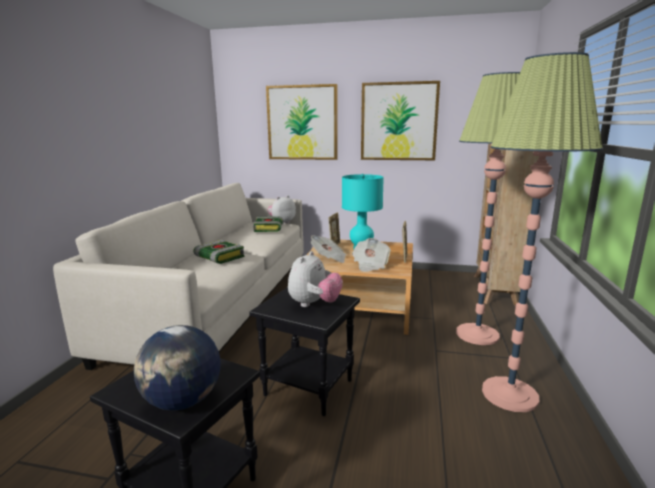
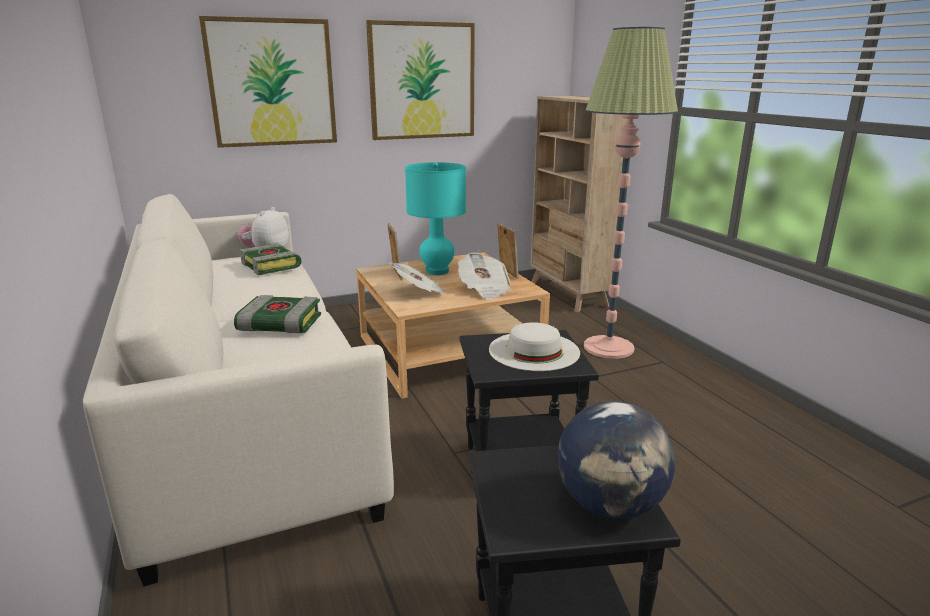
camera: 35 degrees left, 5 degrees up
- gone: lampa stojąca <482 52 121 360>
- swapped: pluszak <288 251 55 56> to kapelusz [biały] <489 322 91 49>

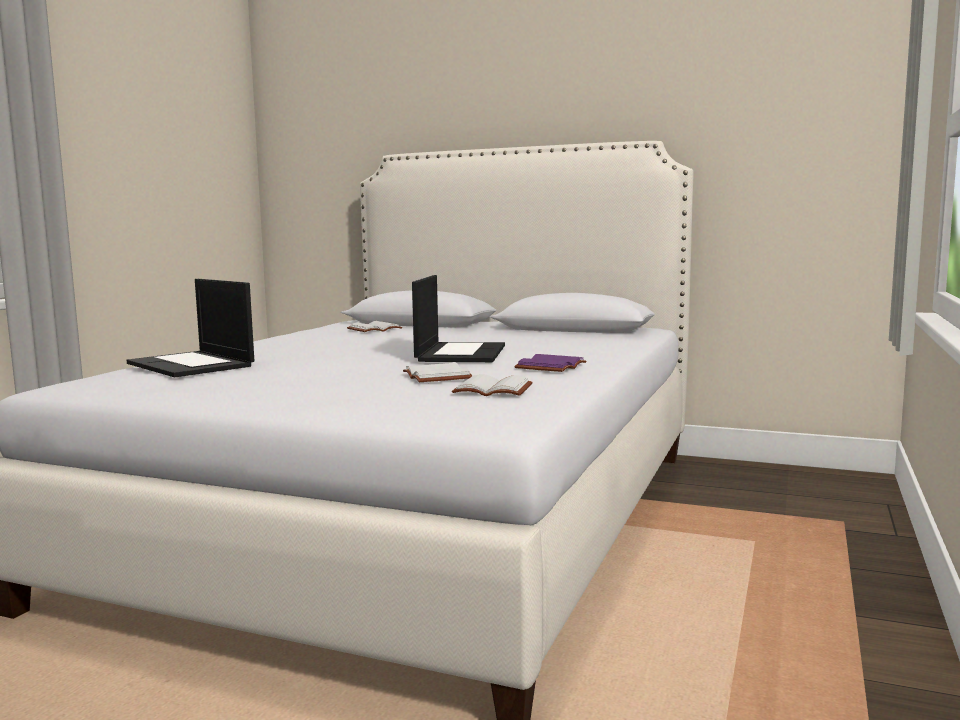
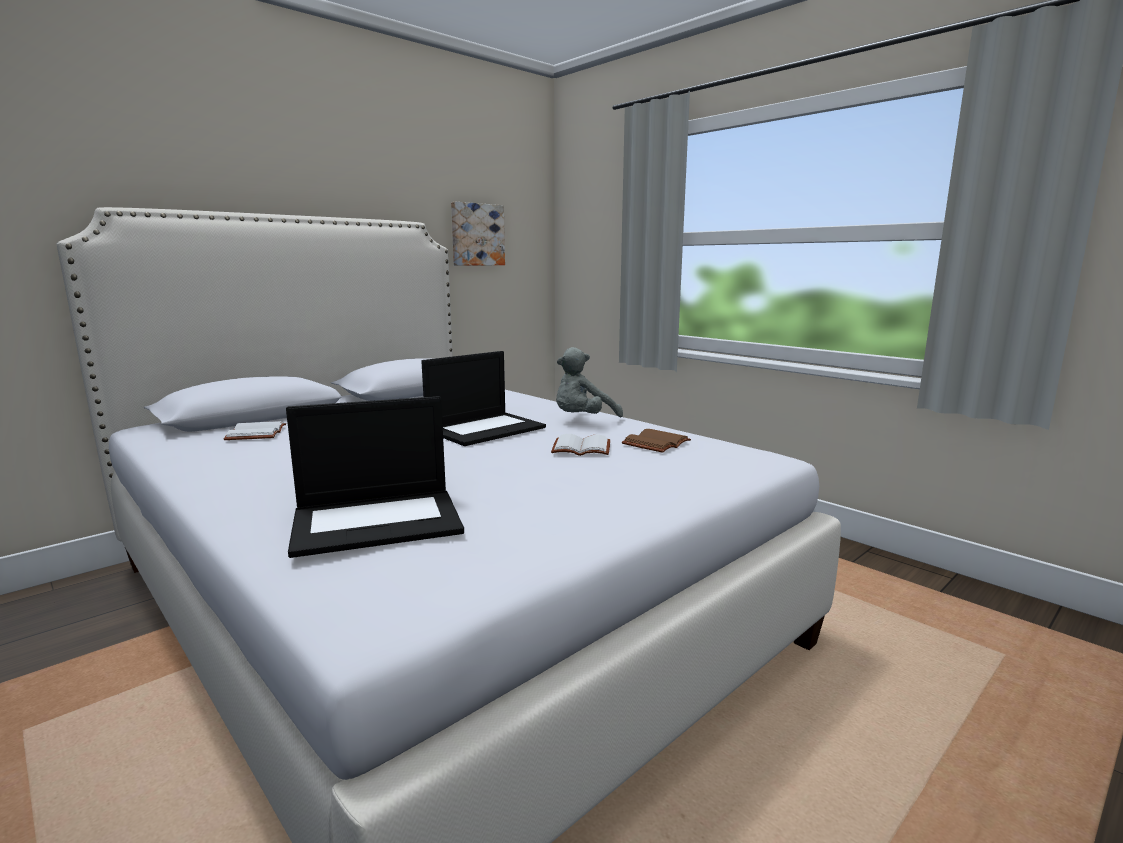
camera: 65 degrees left, 5 degrees up
- new: obraz <451 202 54 64>
- swapped: książka [fioletowy] <514 354 72 18> to pluszak [szary] <556 347 67 71>
- repainted: książka [biały] <452 374 81 22> to książka [brązowy] <622 429 69 24>
- rotated: laptop <412 275 93 87> = <421 351 125 95> 105 degrees clockwise

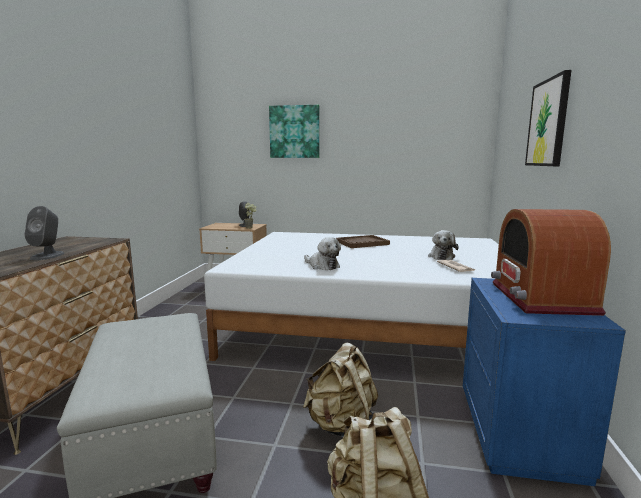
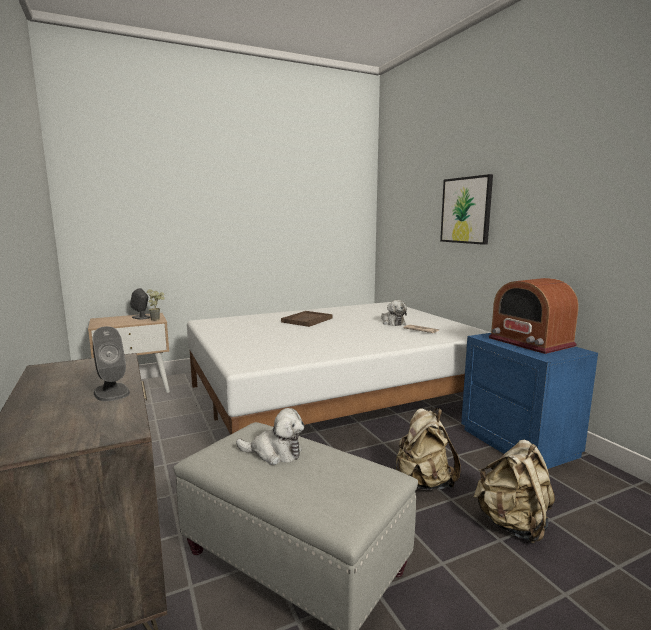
camera: 35 degrees left, 0 degrees up
- gone: obraz <269 105 51 53>
- shifted: pluszak <304 237 37 33> to <236 408 68 57>

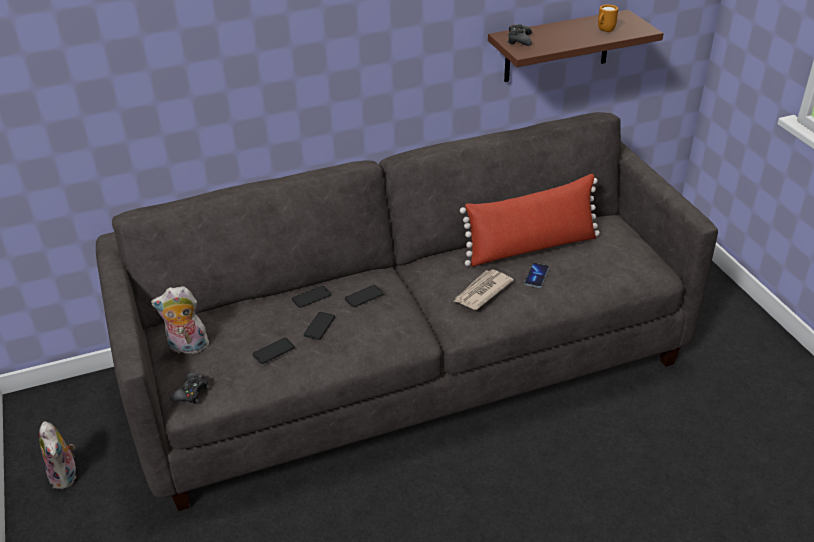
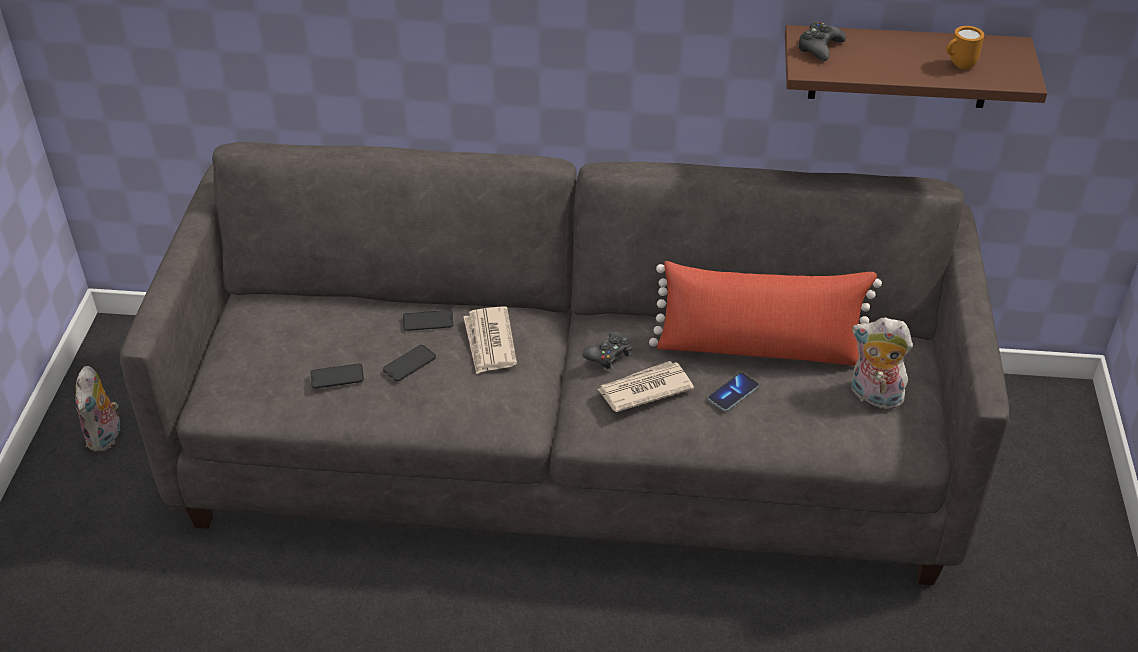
camera: 25 degrees right, 5 degrees up
- shifted: pluszak <151 286 58 68> to <852 317 61 92>
- shifted: pad do gier [czarny] <170 372 39 31> to <582 331 50 39>
- swapped: telefon <345 285 39 22> to gazeta <463 306 54 68>

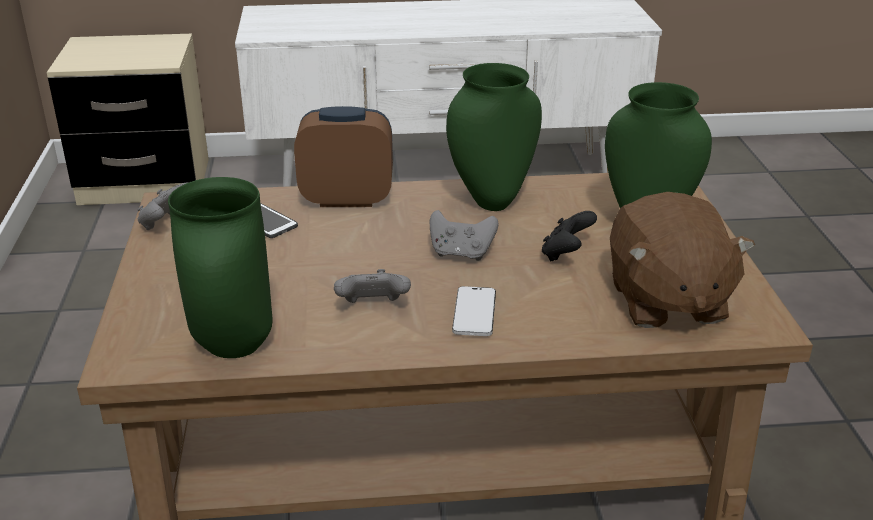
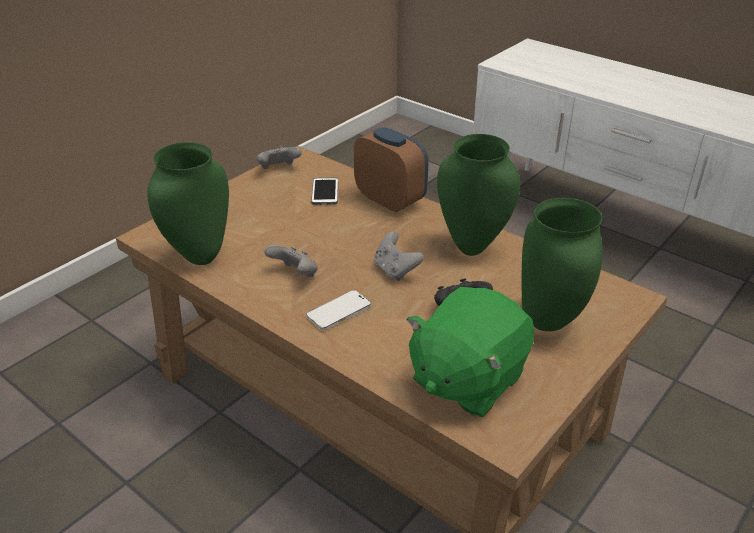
camera: 45 degrees right, 5 degrees up
- gone: szafka nocna [beżowy] <47 34 162 171>
- repainted: pluszak [brązowy] <610 192 145 136> to pluszak [zielony] <406 287 128 130>

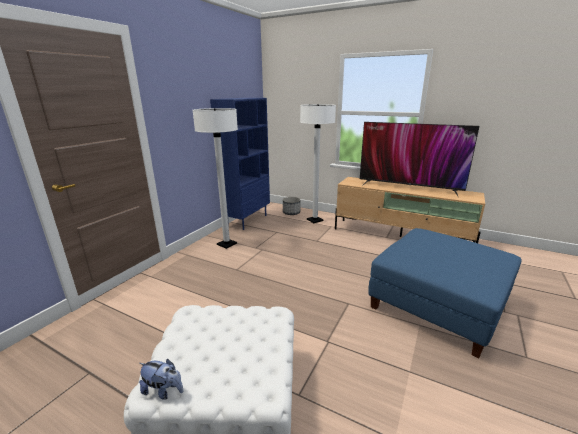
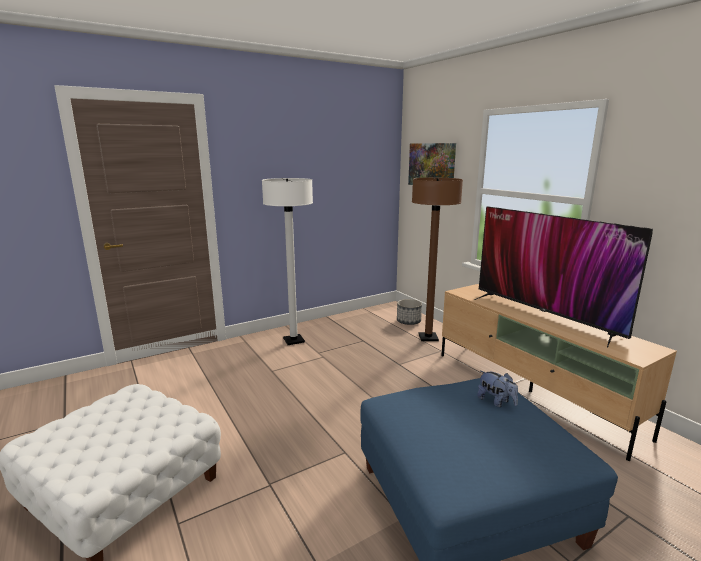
camera: 30 degrees right, 5 degrees down
- gone: regał [niebieski] <210 98 60 132>
- new: obraz <408 143 48 42>
- shifted: pluszak <139 359 44 41> to <477 371 41 36>
- repainted: lampa stojąca [biały] <300 104 36 119> to lampa stojąca [brązowy] <412 178 51 163>

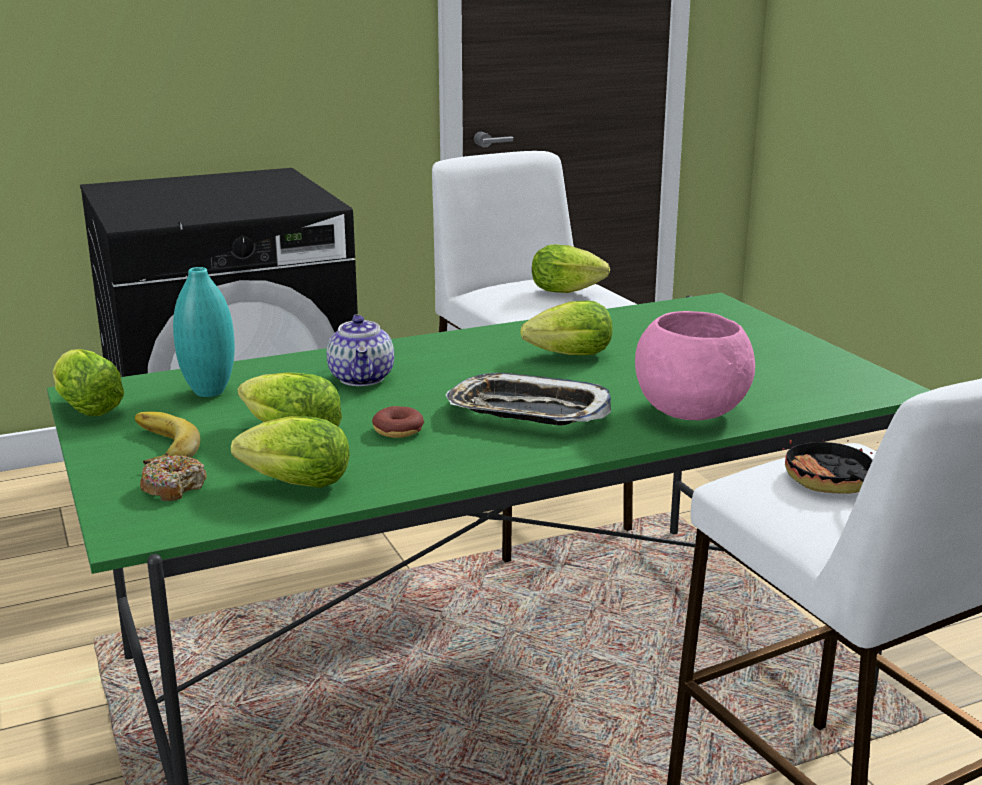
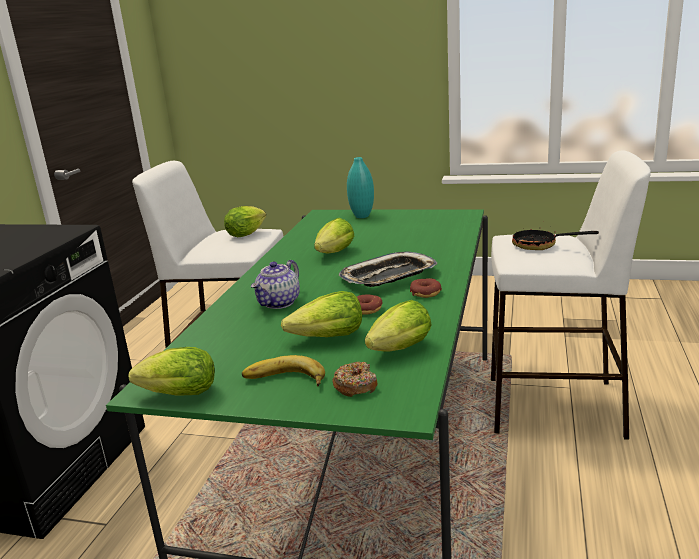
camera: 50 degrees left, 0 degrees up
- gone: miska [różowy] <635 311 120 109>
- new: donut <410 278 32 20>
- shifted: wazon [turkusowy] <173 267 62 130> to <347 157 27 61>
- rotated: imbryk <326 314 68 72> = <251 260 49 49> 90 degrees clockwise

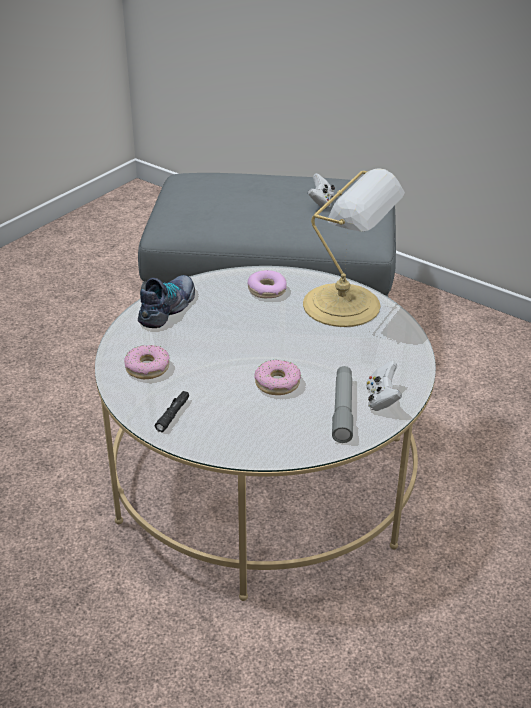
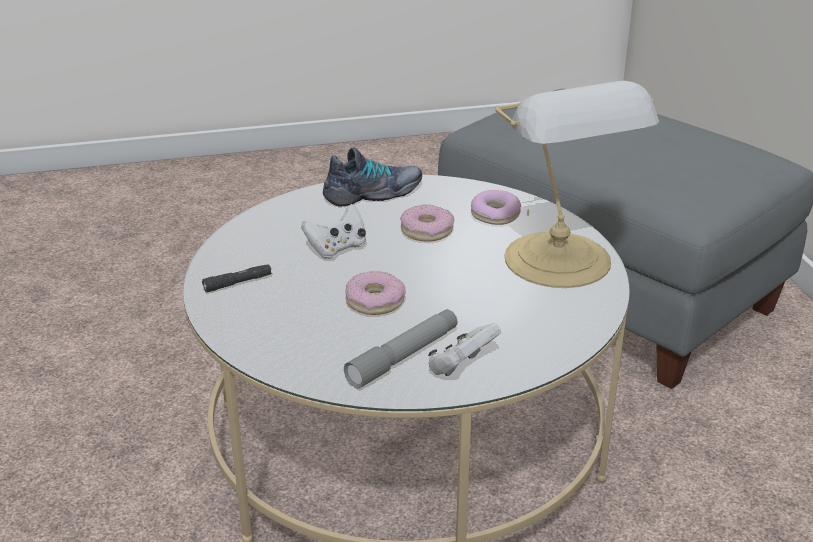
camera: 40 degrees right, 5 degrees down
- shifted: donut <124 345 46 34> to <400 205 54 37>
- shifted: pad do gier [biały] <308 173 27 36> to <301 204 65 55>

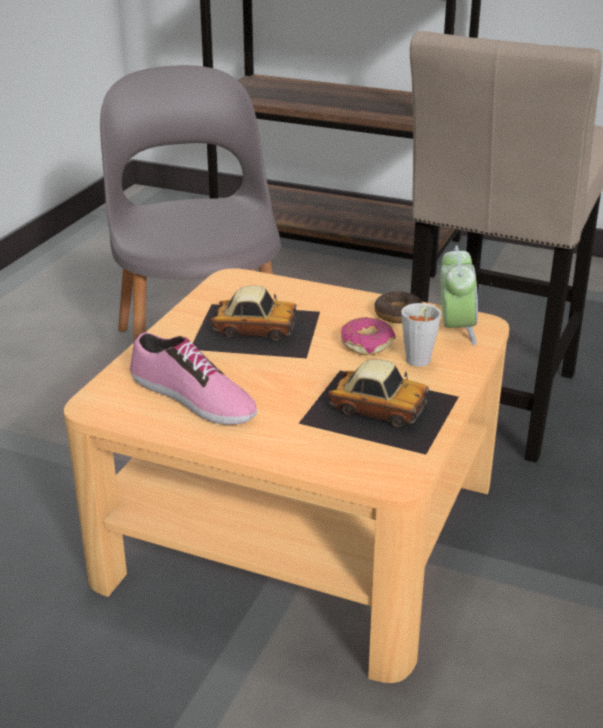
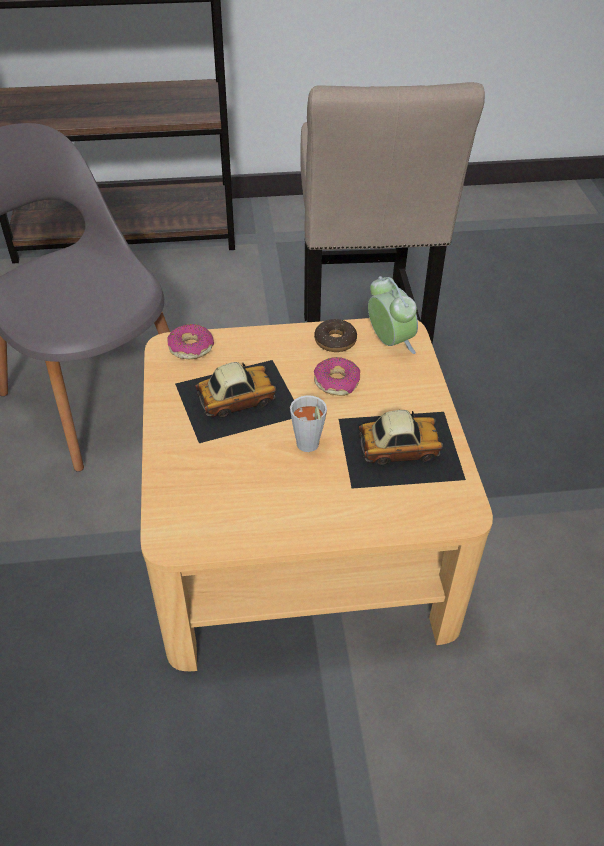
camera: 30 degrees left, 15 degrees up
- gone: but <130 332 127 93>
- new: donut <167 324 47 36>
- shifted: filiżanka [szary] <401 303 40 64> to <290 395 37 57>

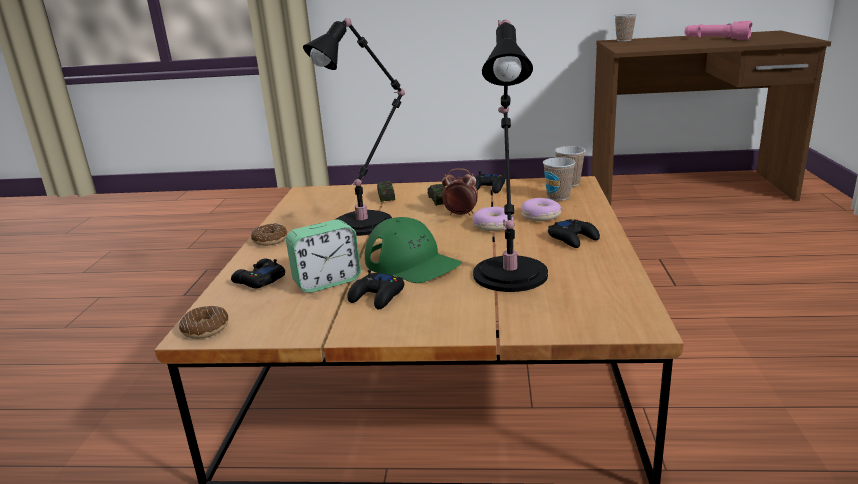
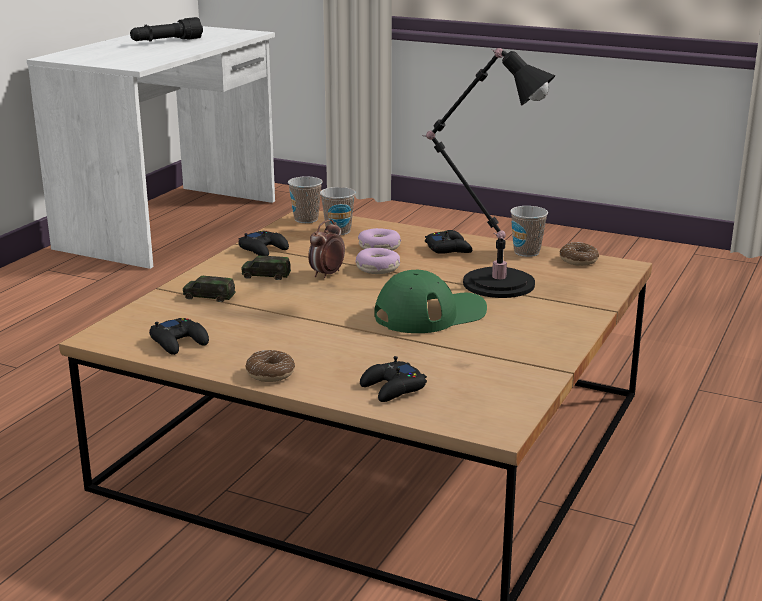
camera: 70 degrees left, 0 degrees up
- gone: budzik <286 219 75 74>
- gone: lampa stołowa [czarny] <303 18 102 218>
- shifted: donut <179 306 49 33> to <560 242 39 24>
- shifted: pad do gier [czarny] <347 269 57 40> to <149 318 60 37>
- shifted: filiżanka <615 14 22 28> to <510 206 38 51>
- repainted: biurko [brązowy] <592 31 239 175> to biurko [biały] <27 26 248 243>
- repainted: latarka [różowy] <685 21 67 19> to latarka [czarny] <130 17 73 25>

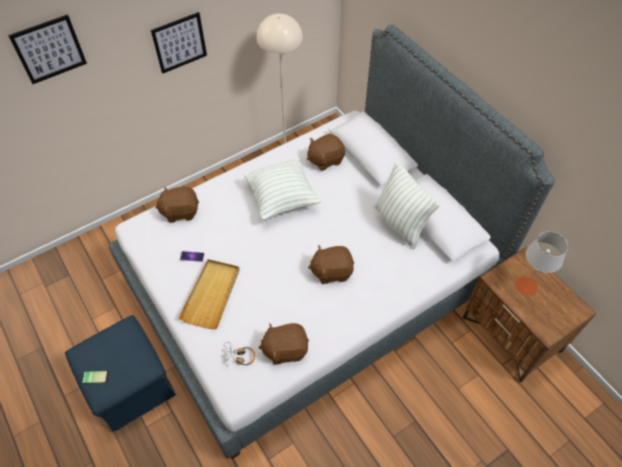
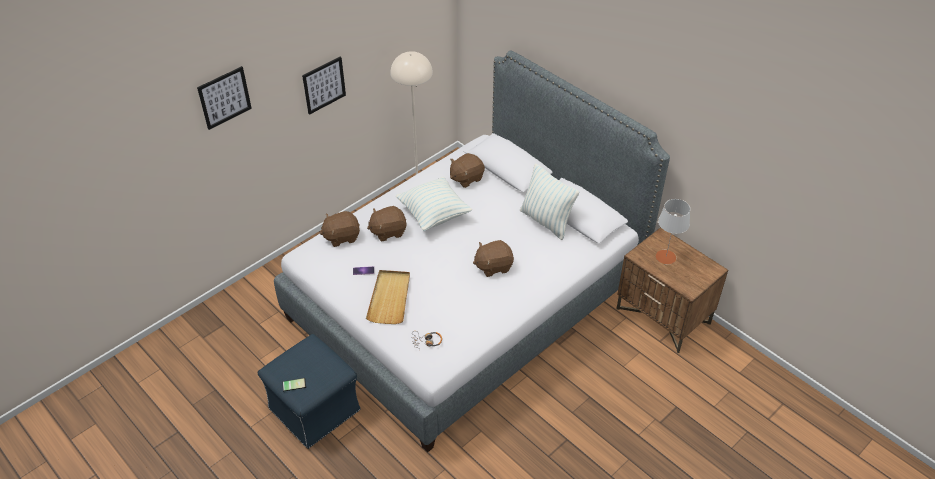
camera: 10 degrees left, 10 degrees down
- shifted: pluszak [brązowy] <259 323 50 42> to <367 206 39 36>

